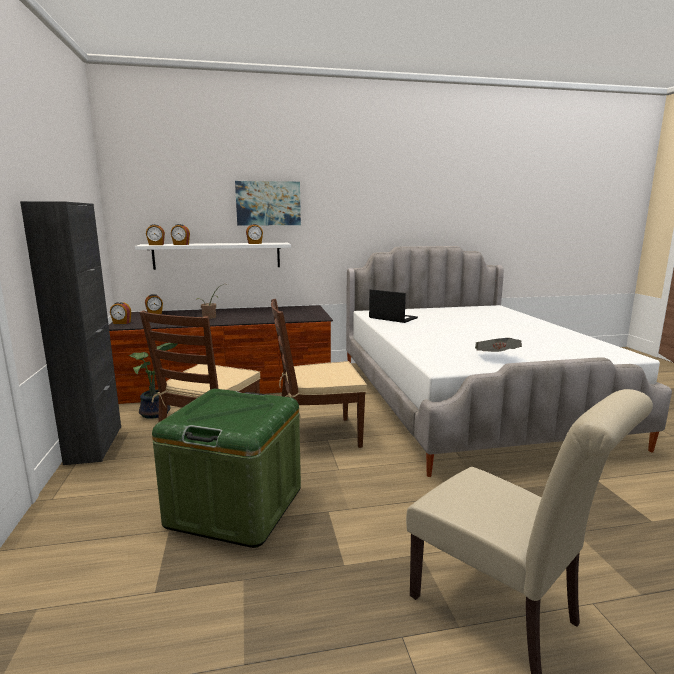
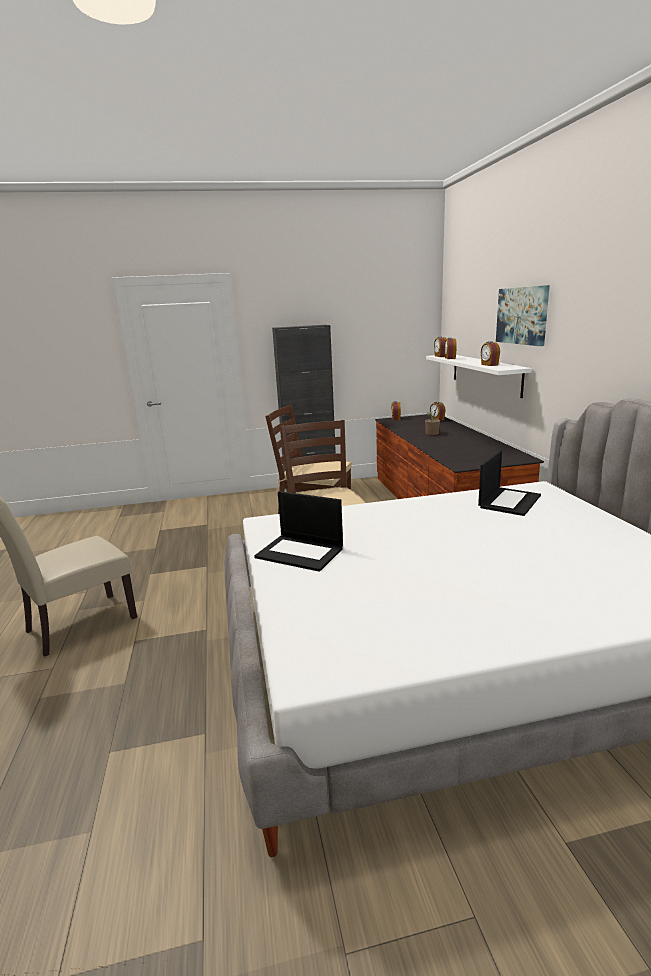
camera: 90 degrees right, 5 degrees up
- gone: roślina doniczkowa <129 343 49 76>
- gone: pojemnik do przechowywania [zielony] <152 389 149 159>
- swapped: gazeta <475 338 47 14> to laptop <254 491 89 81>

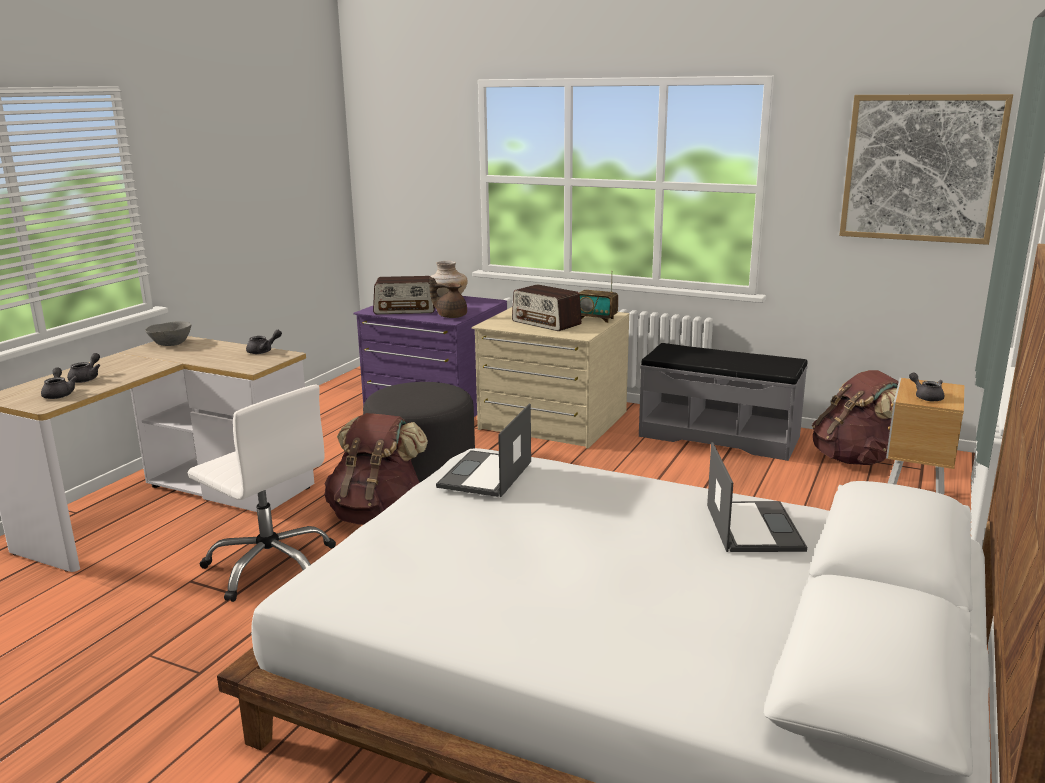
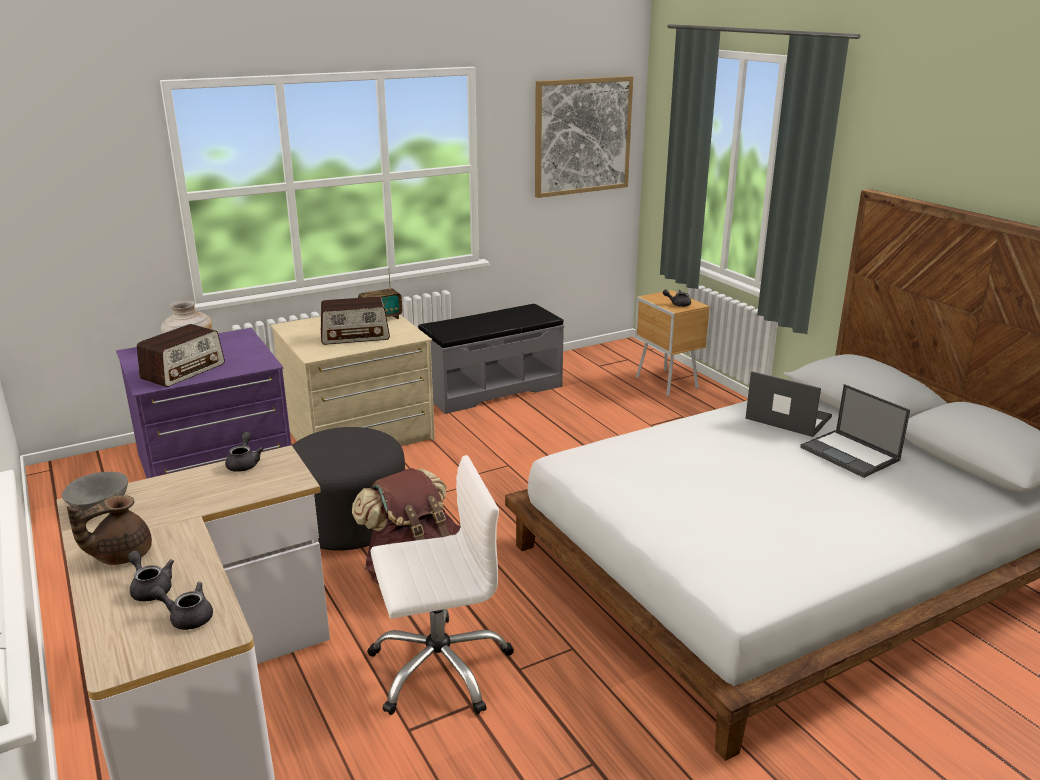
camera: 55 degrees left, 5 degrees up
- gone: plecak [brązowy] <812 370 87 95>
- shifted: imbryk [brązowy] <429 277 38 41> to <67 495 85 70>
- shifted: laptop <436 404 95 93> to <800 384 110 94>

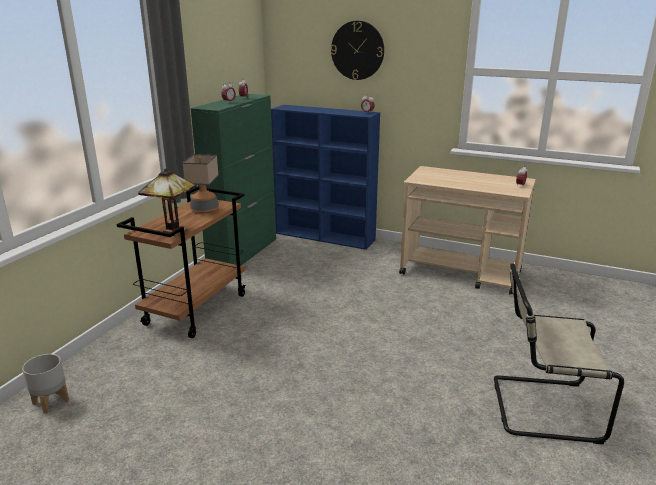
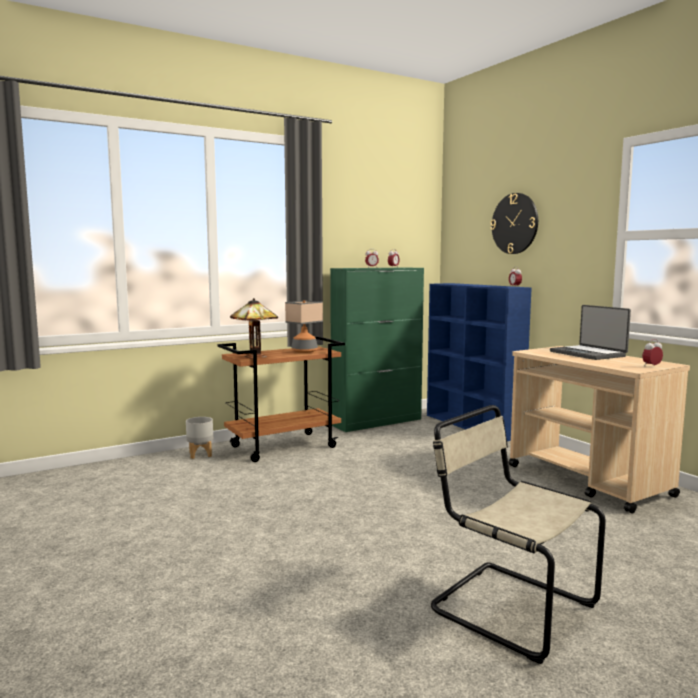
camera: 35 degrees right, 15 degrees down
- new: laptop <550 305 81 55>
- shifted: donica [szary] <22 354 47 59> to <186 417 27 42>

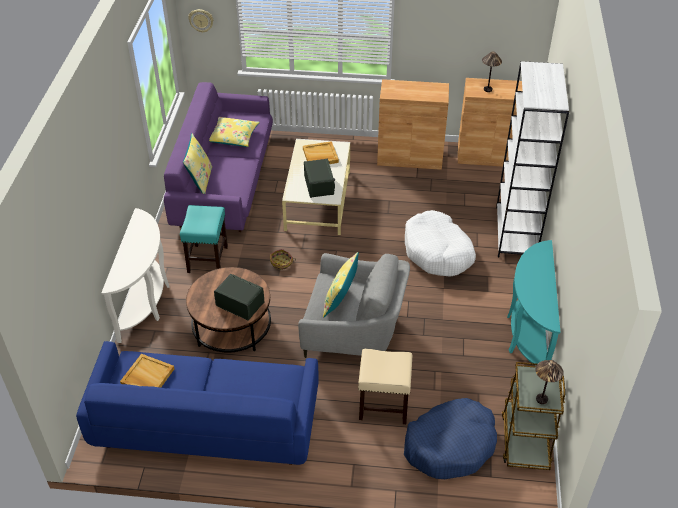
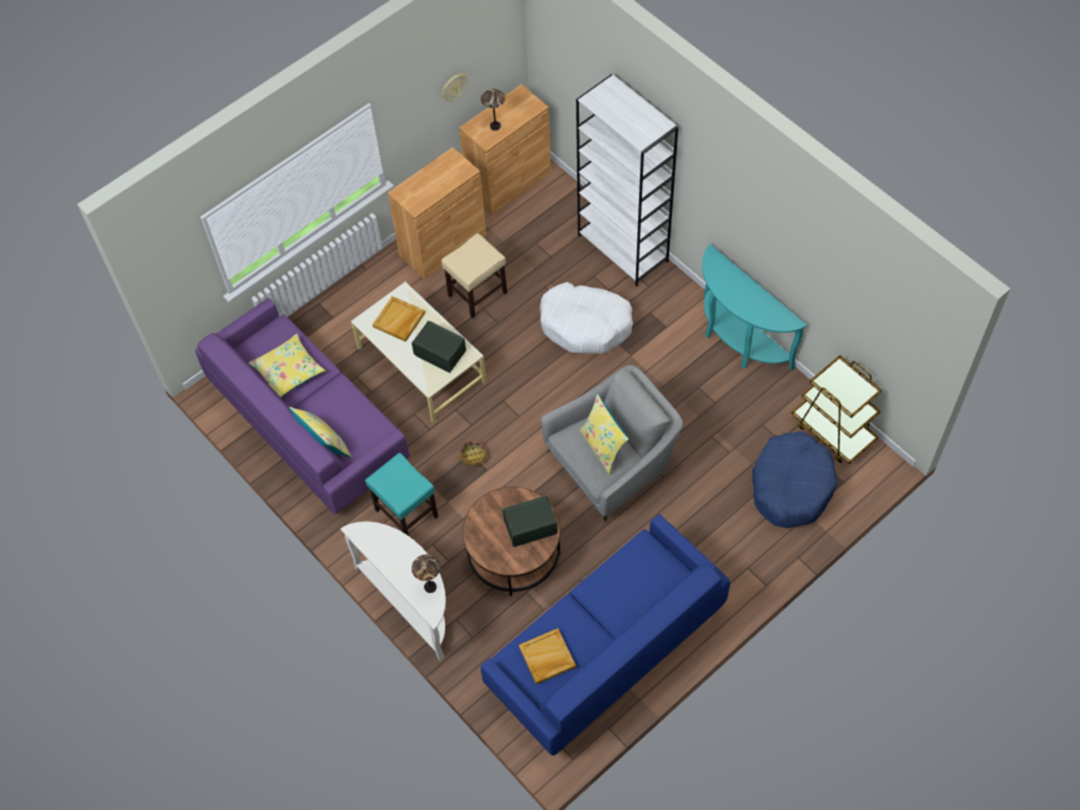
camera: 45 degrees left, 15 degrees up
- shifted: zegar ścienny <188 9 25 24> to <442 73 25 28>
- shifted: stołek [beżowy] <358 349 54 75> to <441 233 66 86>
- shifted: lampa stołowa <535 360 29 44> to <411 555 29 38>

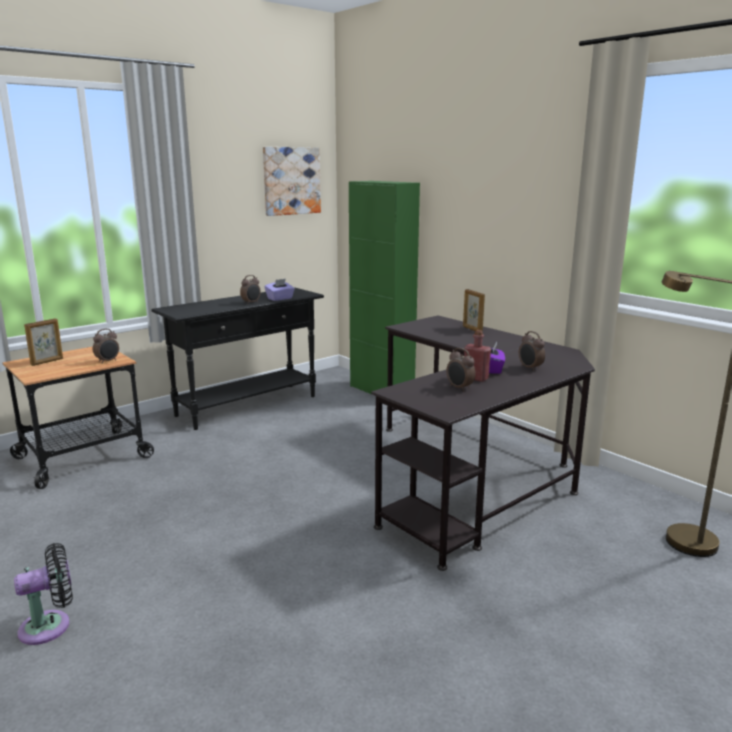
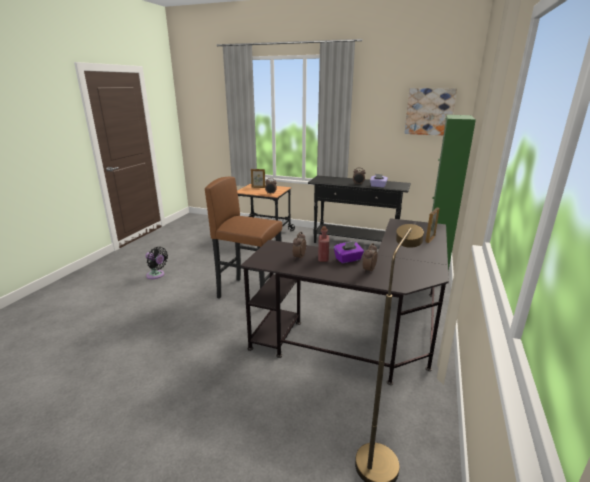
camera: 60 degrees right, 5 degrees up
- new: stołek [brązowy] <205 177 77 122>

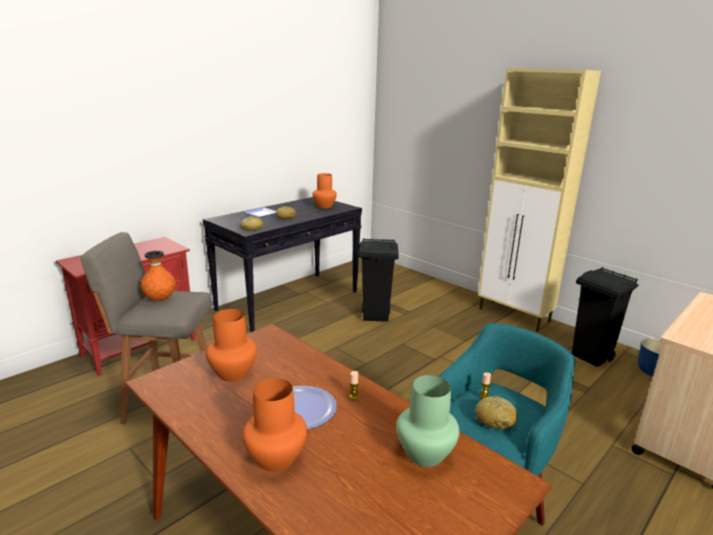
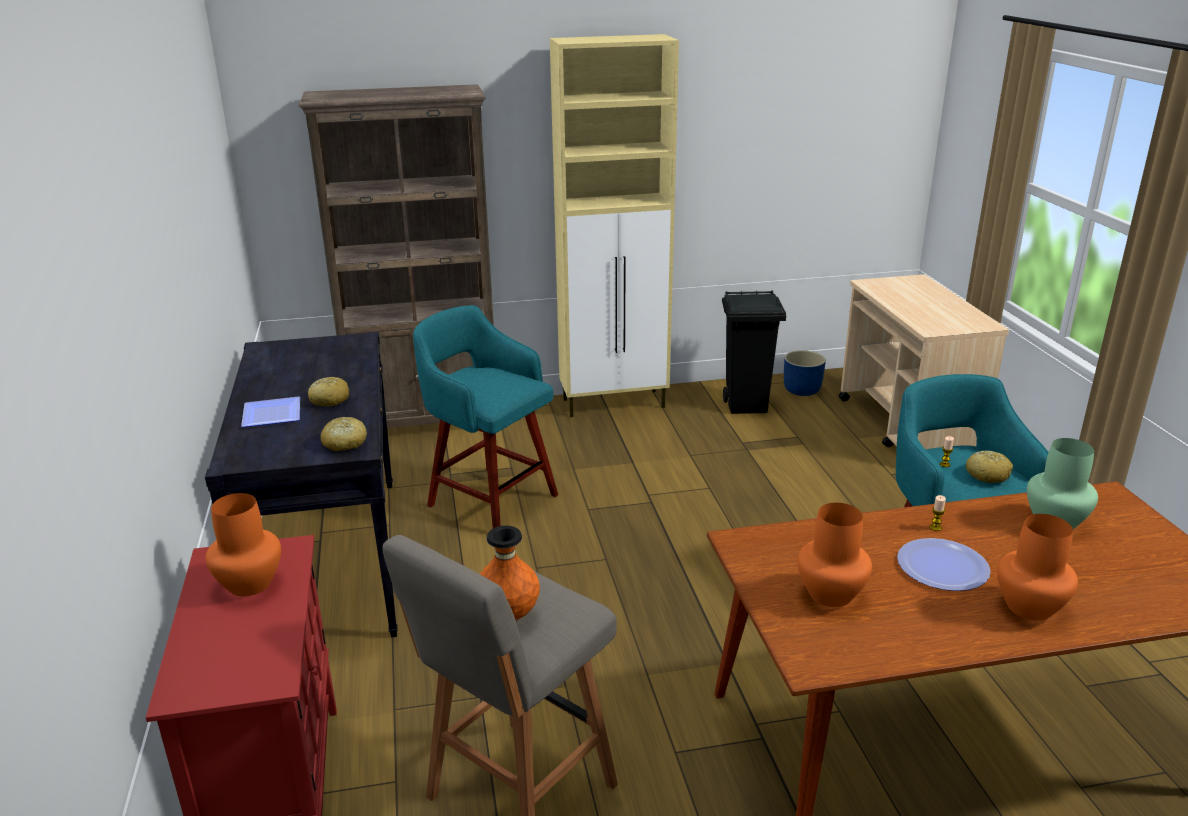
camera: 55 degrees left, 5 degrees up
- new: regał [brązowy] <299 84 195 344>
- shifted: wazon [pomarańczowy] <312 173 25 36> to <206 493 75 103>
- swapped: kosz na śmieci [czarny] <359 239 40 83> to stołek [turkusowy] <413 305 145 223>

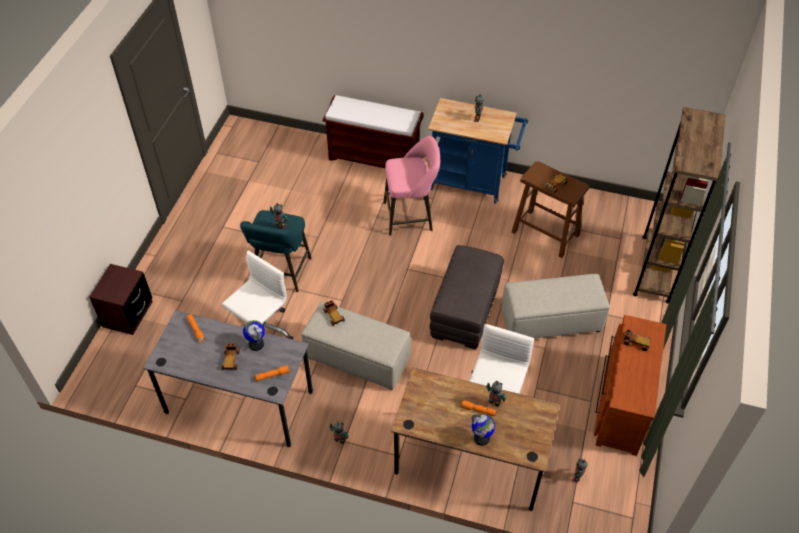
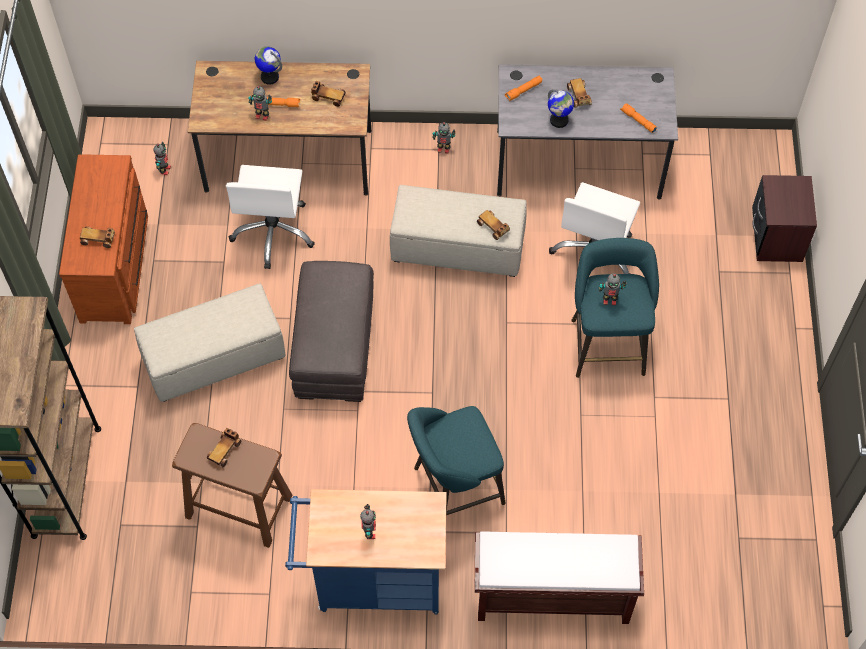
camera: 165 degrees right, 10 degrees up
- new: samochodzik <311 81 35 26>
- repainted: stołek [różowy] <384 136 56 99> to stołek [turkusowy] <407 406 98 109>

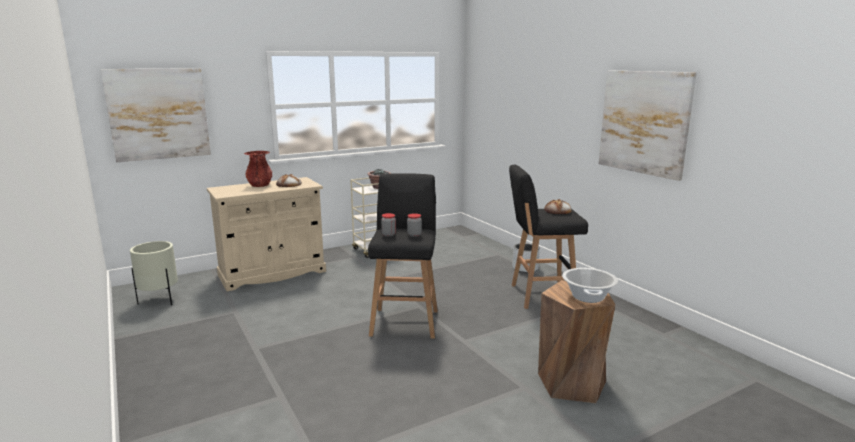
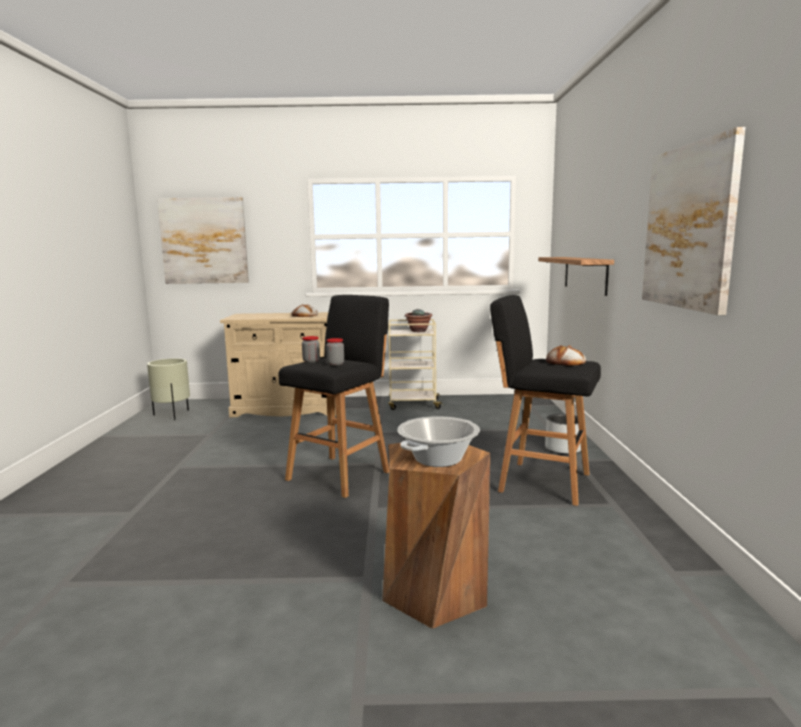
camera: 30 degrees right, 5 degrees down
- gone: wazon [czerwony] <244 151 28 36>
- new: półka <538 257 76 39>

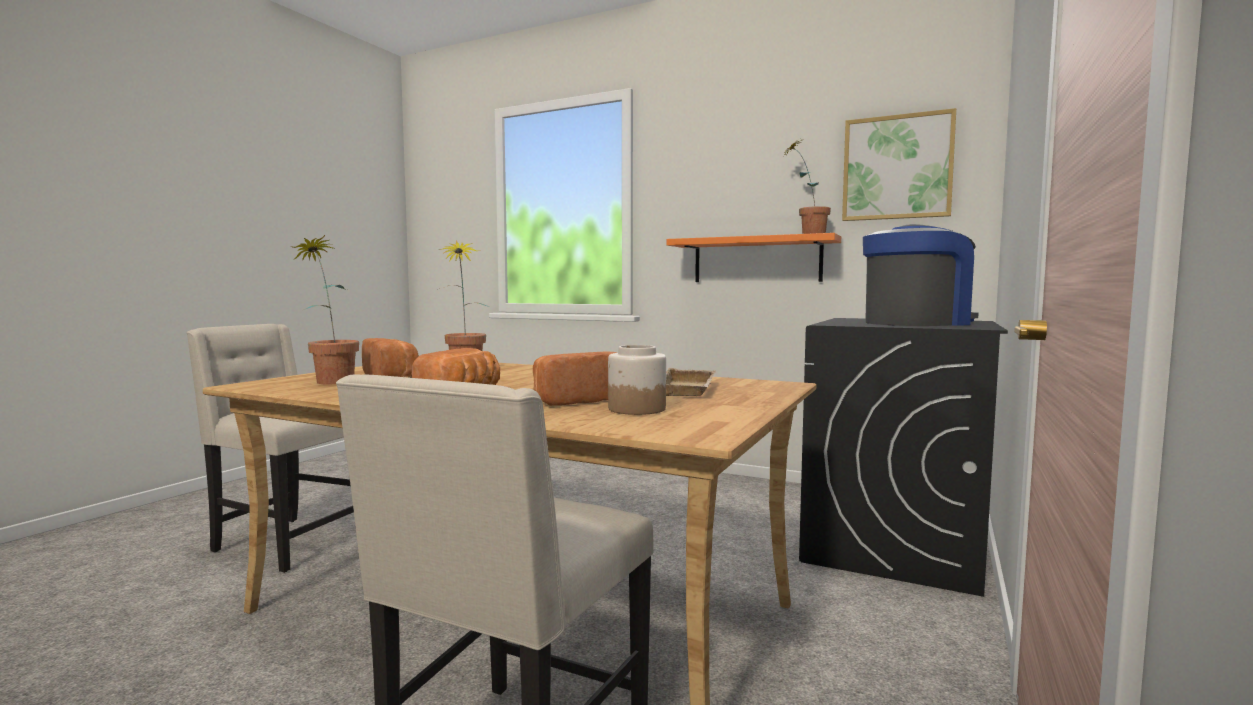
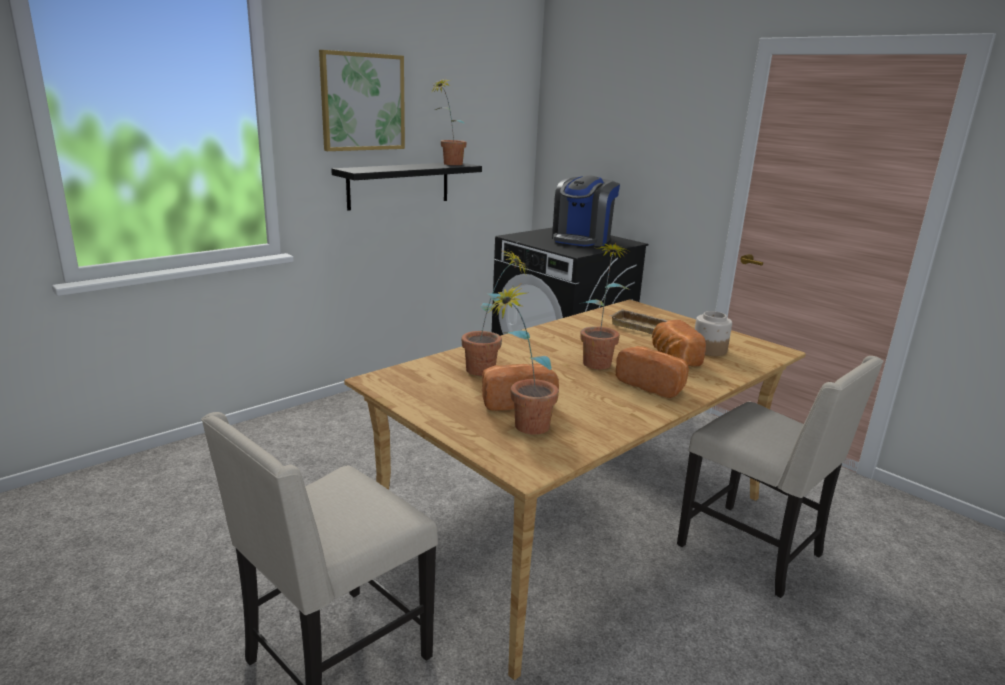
camera: 70 degrees left, 15 degrees up
- new: roślina doniczkowa <580 243 51 126>
- shifted: obraz <842 108 114 113> to <319 50 86 101>
- repainted: półka [pomarańczowy] <667 233 174 49> to półka [czarny] <331 163 151 48>
- rotated: ekspres do kawy <863 224 116 102> = <552 175 68 71> 150 degrees counterclockwise

